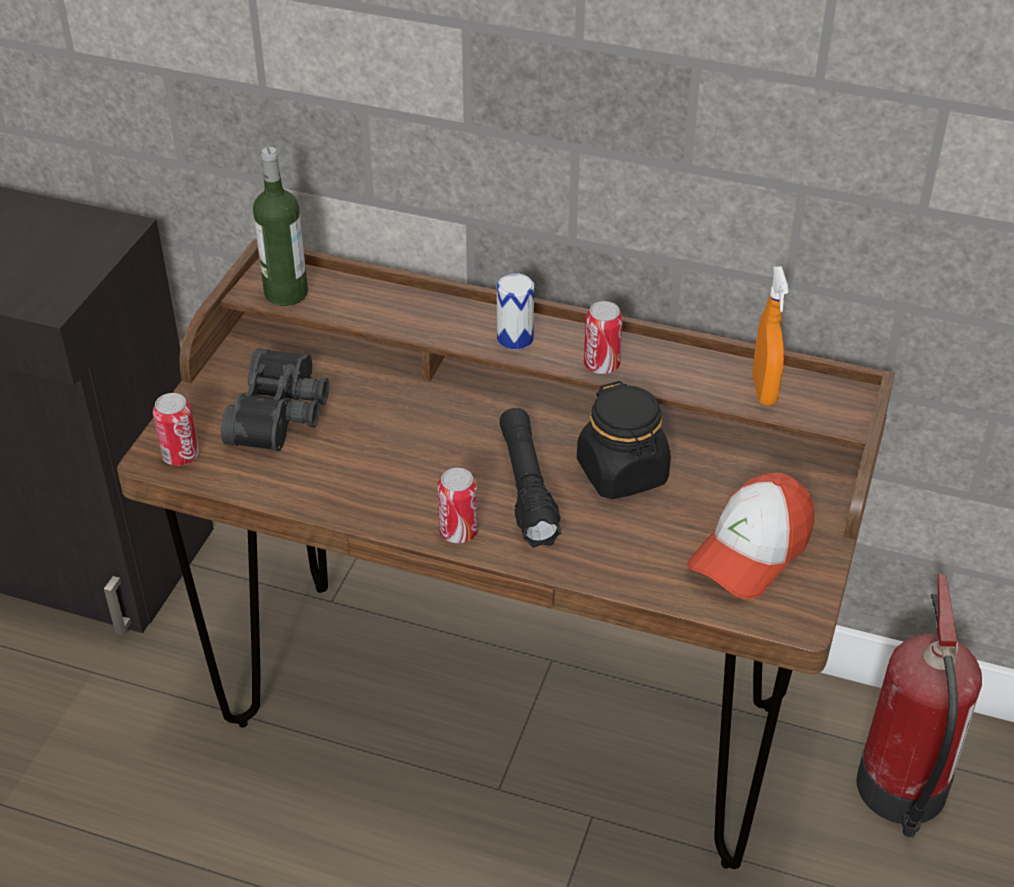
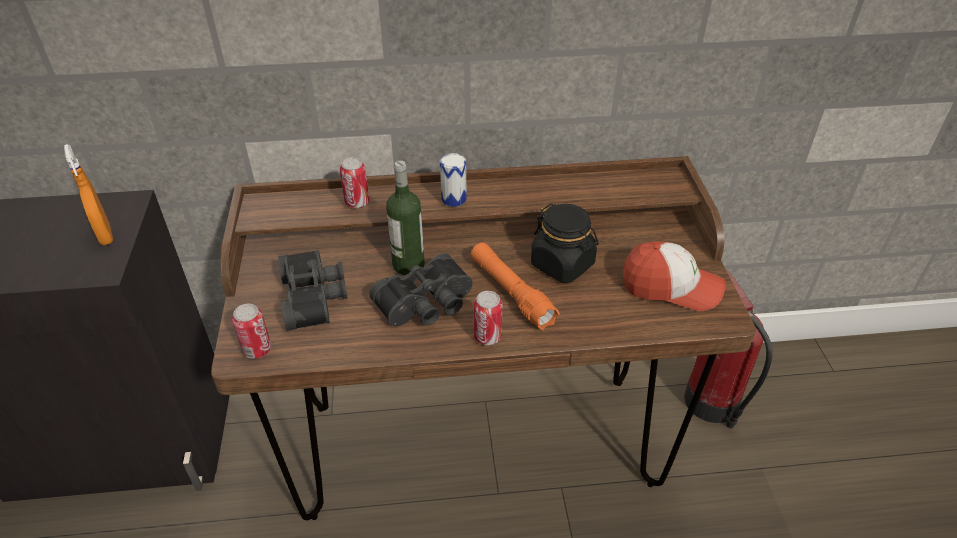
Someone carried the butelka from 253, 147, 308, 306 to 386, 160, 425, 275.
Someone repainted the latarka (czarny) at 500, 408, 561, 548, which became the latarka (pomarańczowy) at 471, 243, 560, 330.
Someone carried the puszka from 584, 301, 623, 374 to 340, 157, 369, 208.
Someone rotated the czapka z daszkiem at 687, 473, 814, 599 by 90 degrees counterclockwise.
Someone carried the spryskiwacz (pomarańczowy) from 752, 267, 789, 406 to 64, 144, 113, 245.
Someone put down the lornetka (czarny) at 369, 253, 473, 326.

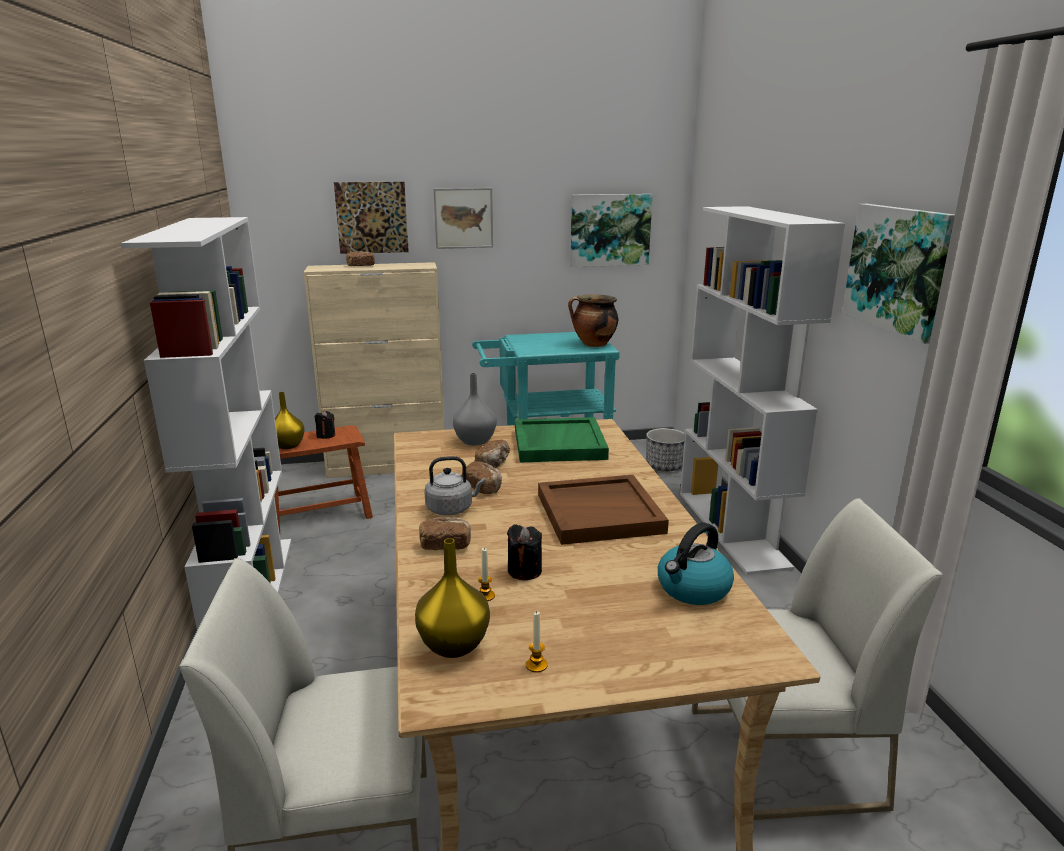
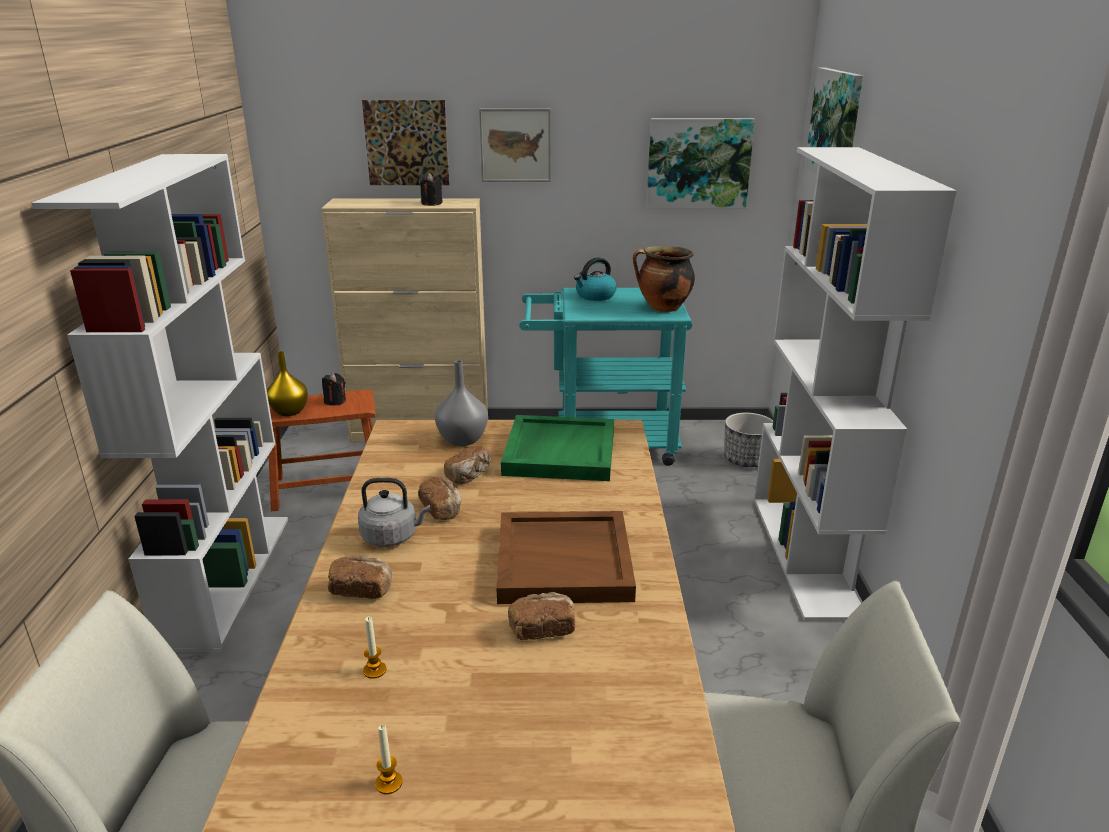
Someone carried the chleb from 346, 251, 375, 266 to 508, 592, 575, 640.
Someone took away the wazon (żółty) at 415, 538, 490, 658.
Someone carried the świeca (czarny) from 507, 524, 542, 580 to 420, 173, 442, 206.
Someone carried the czajnik from 658, 522, 734, 605 to 574, 257, 617, 301.
Someone carried the obraz from 842, 204, 955, 344 to 805, 68, 863, 174.

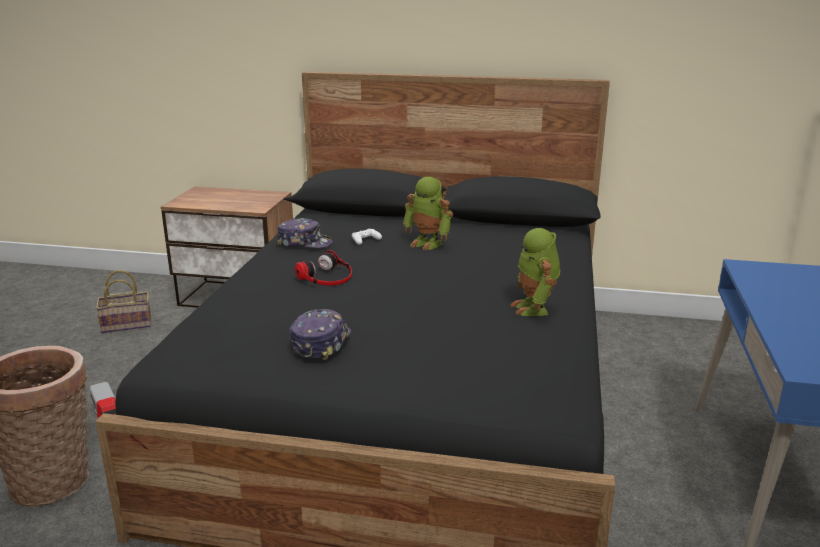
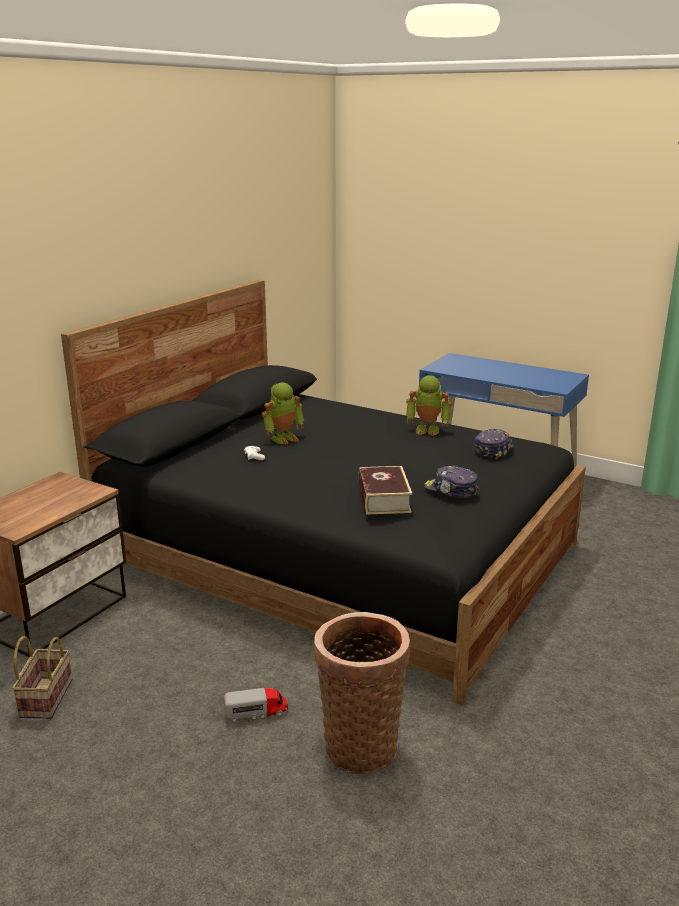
Someone carried the czapka z daszkiem from 277, 218, 333, 248 to 474, 429, 514, 460.
Someone took away the słuchawki at 295, 250, 352, 286.
Someone put down the książka at 358, 466, 412, 515.

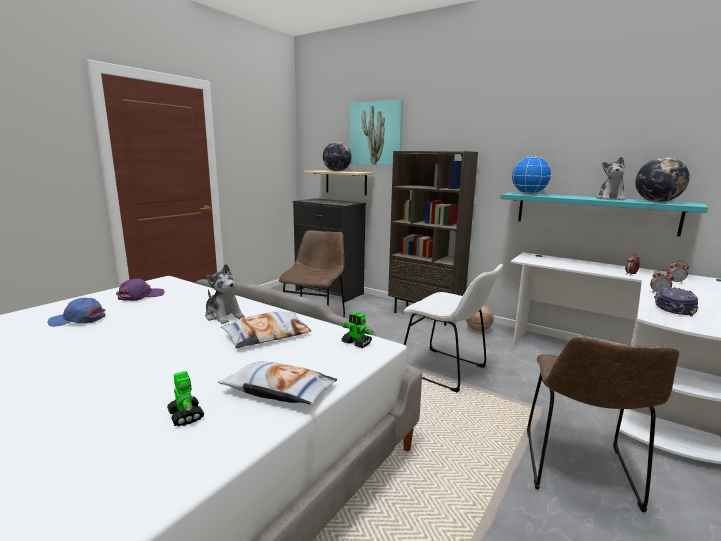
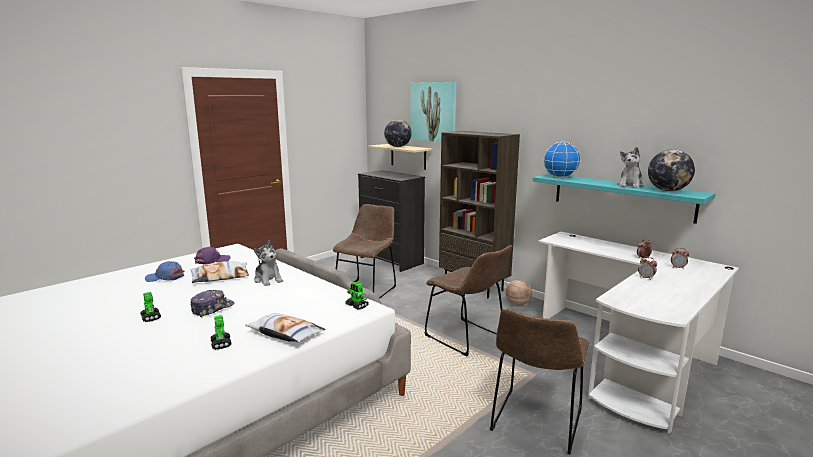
Someone carried the poduszka from 221, 311, 311, 348 to 190, 261, 249, 283.
Someone repainted the krzesło (biały) at 403, 264, 503, 393, which became the krzesło (brązowy) at 425, 245, 513, 357.
Someone carried the czapka z daszkiem from 654, 287, 698, 317 to 191, 290, 234, 317.
Someone put down the robot zabawkowy at 140, 292, 161, 322.

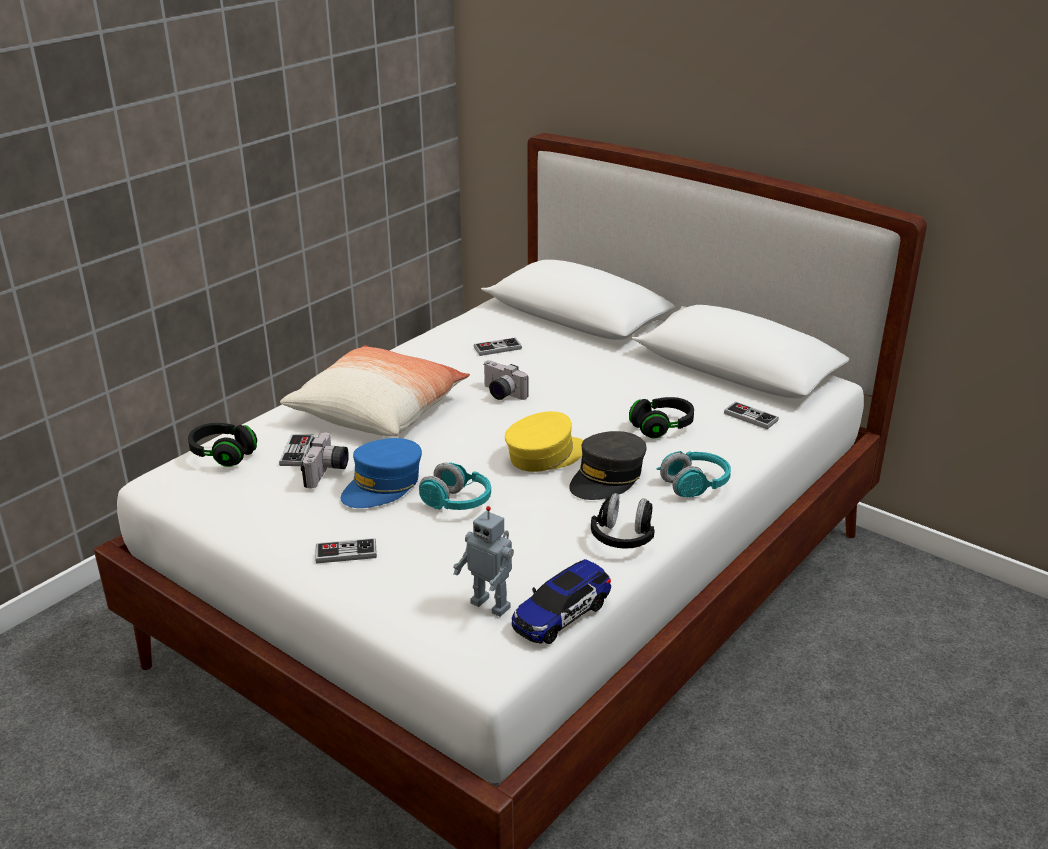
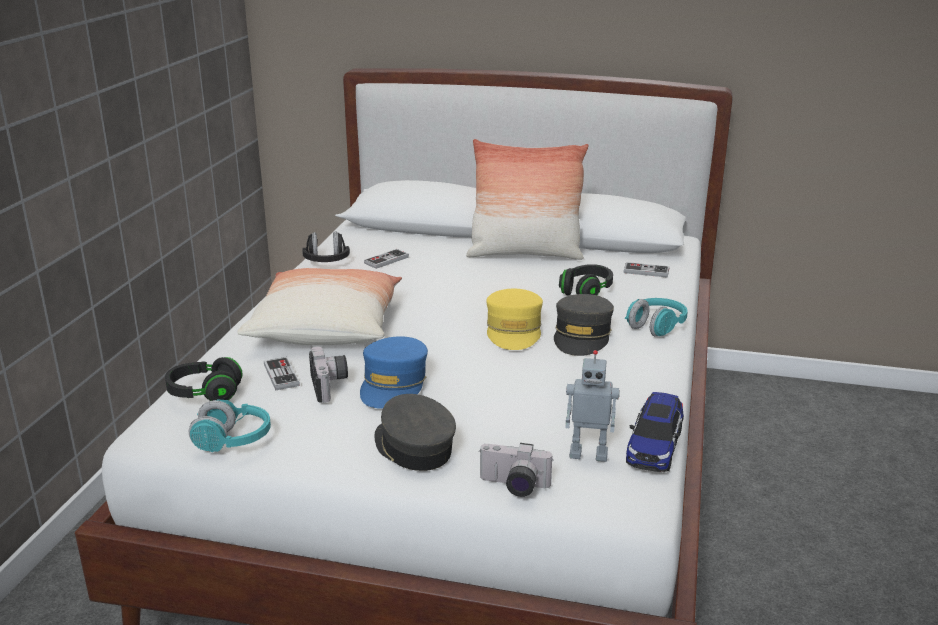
Someone swapped the pad do gier at 316, 538, 377, 564 for the czapka z daszkiem (szary) at 374, 394, 456, 471.
Someone carried the słuchawki (turkusowy) from 419, 463, 491, 510 to 189, 400, 271, 452.
Someone carried the aparat fotograficzny from 483, 360, 528, 400 to 479, 443, 553, 497.
Someone rotated the czapka z daszkiem (żółty) at 505, 411, 584, 472 by 150 degrees clockwise.
Someone carried the słuchawki (czarny) from 591, 493, 655, 549 to 302, 232, 350, 262.
Someone put down the poduszka at 466, 139, 589, 260.

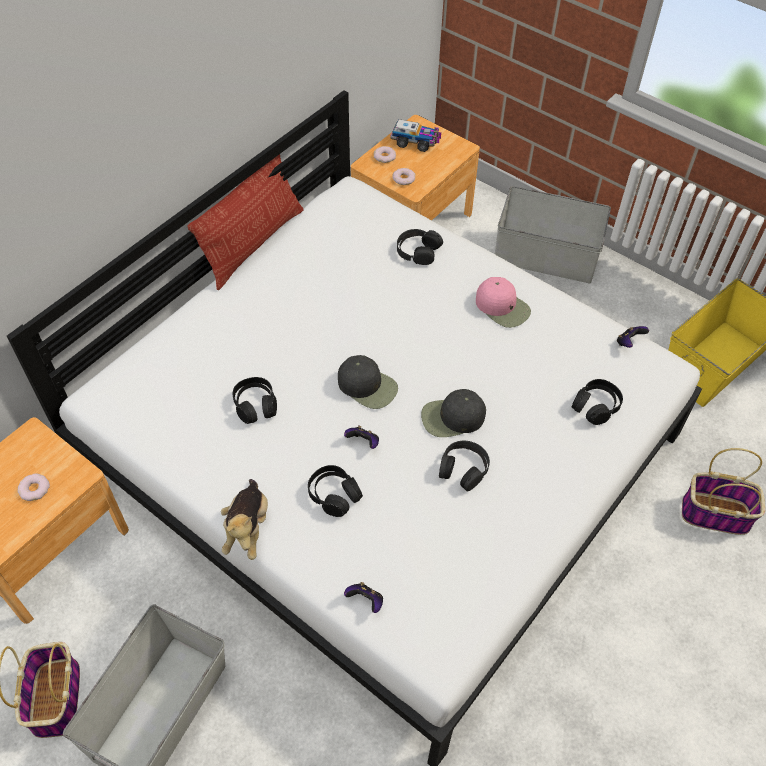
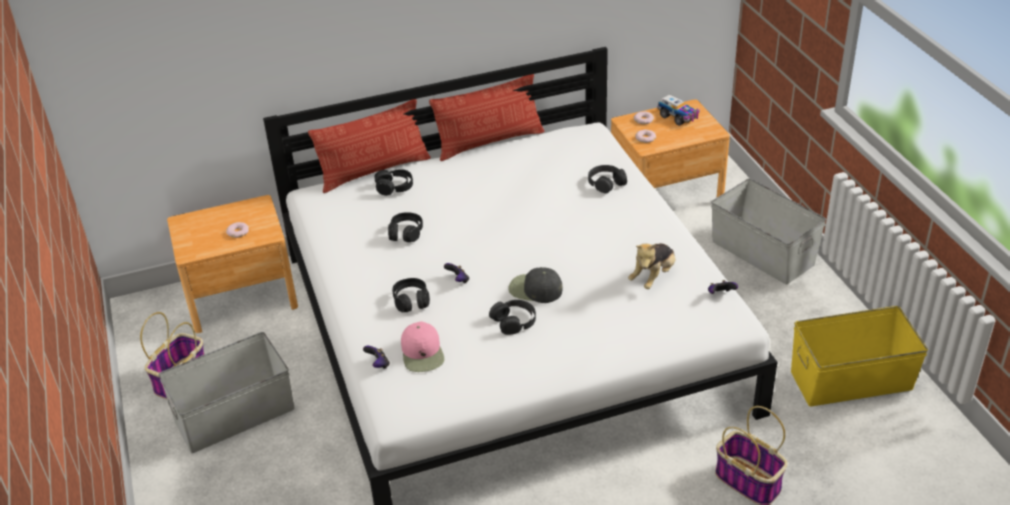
Someone carried the pluszak from 221, 479, 268, 560 to 628, 243, 675, 289.
Someone took away the czapka z daszkiem (czarny) at 338, 355, 398, 409.
Someone carried the czapka z daszkiem (różowy) from 476, 277, 531, 328 to 401, 321, 444, 372.
Someone carried the słuchawki (czarny) from 572, 379, 623, 425 to 374, 169, 413, 196.
Someone put down the poduszka at 308, 99, 431, 193.

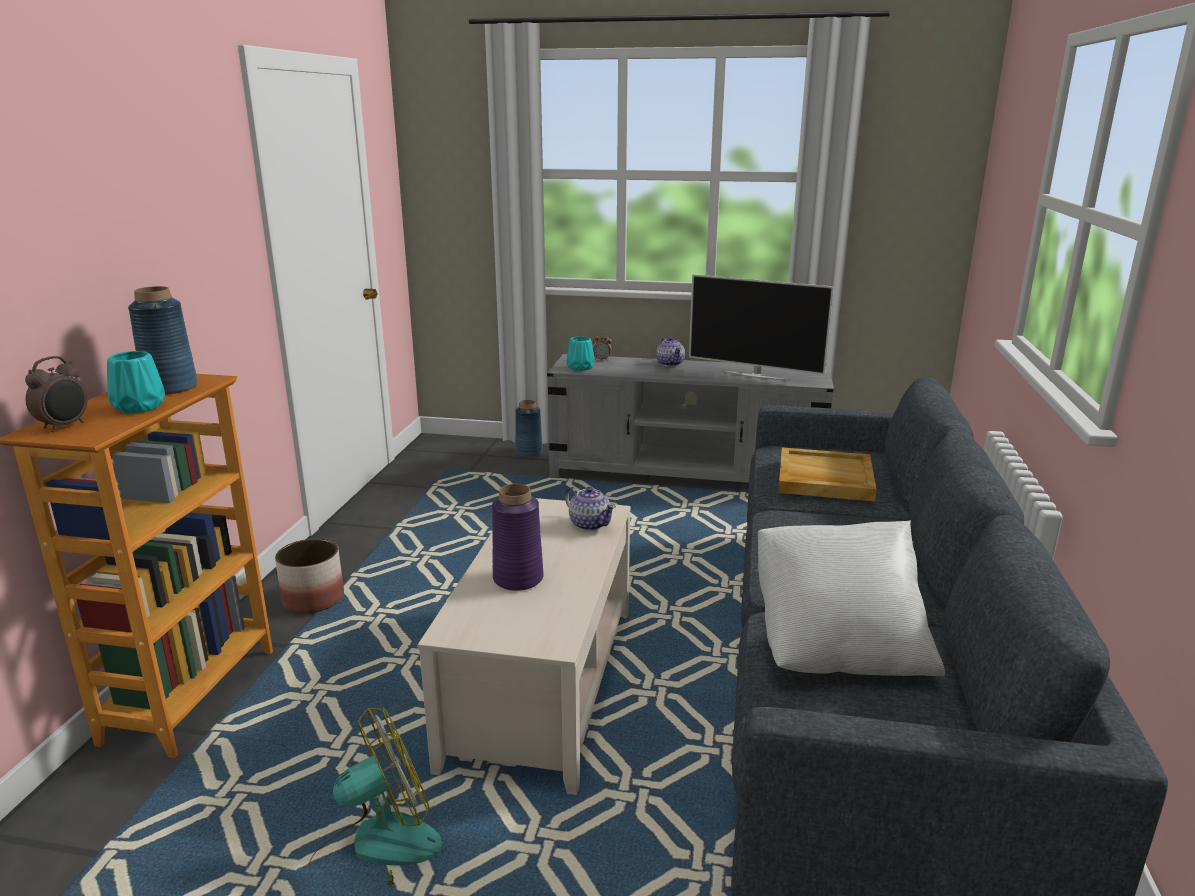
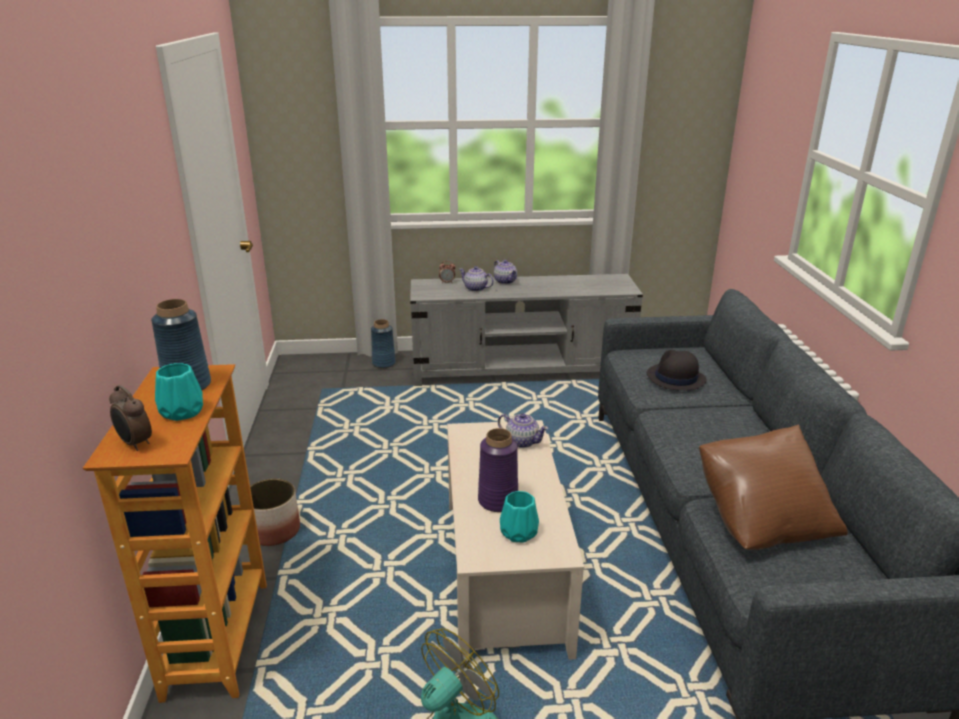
Someone rotated the budzik at 25, 356, 88, 432 by 120 degrees clockwise.
Someone carried the wazon (turkusowy) from 566, 336, 595, 371 to 500, 491, 539, 542.
Someone took away the telewizor at 689, 274, 834, 381.
Someone repainted the poduszka (biały) at 758, 521, 945, 676, which became the poduszka (brązowy) at 699, 424, 848, 550.
Someone swapped the taca (beżowy) at 778, 447, 877, 502 for the kapelusz (czarny) at 647, 350, 706, 391.
Someone put down the imbryk at 459, 266, 494, 292.

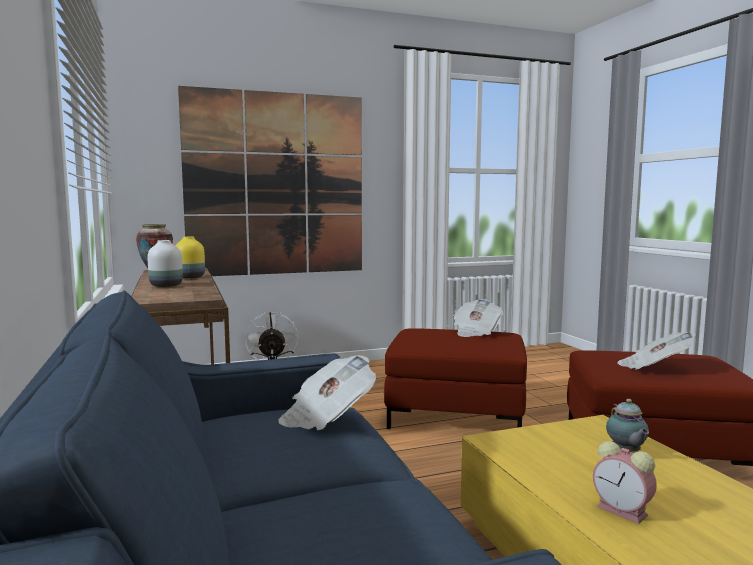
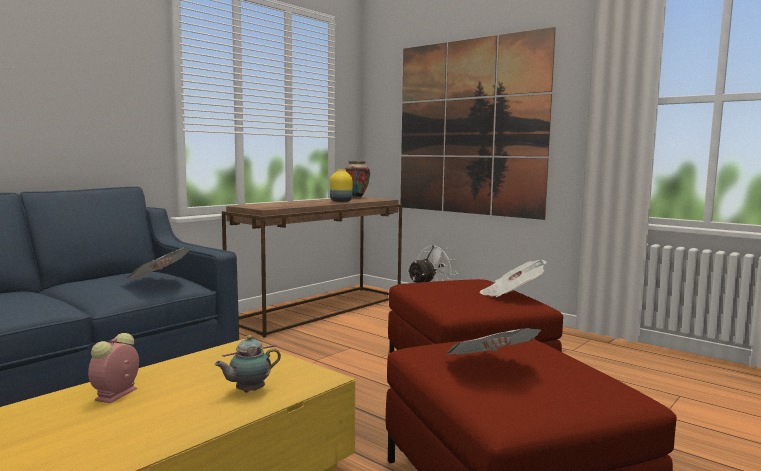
Someone took away the wazon (biały) at 147, 240, 183, 287.

